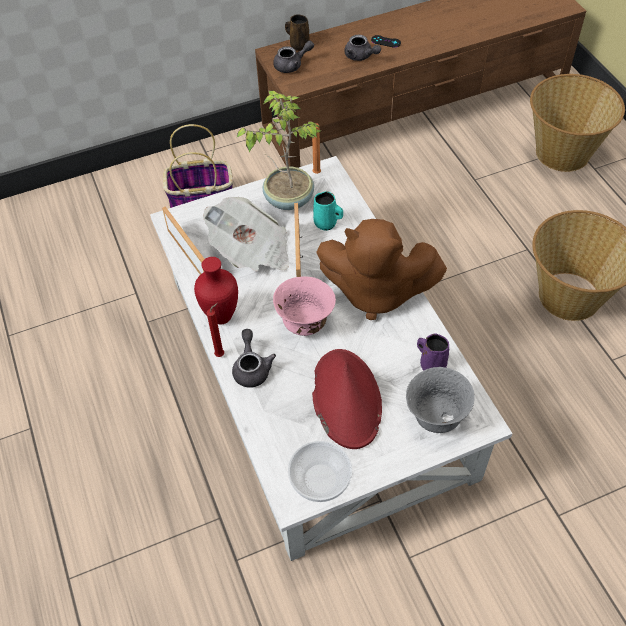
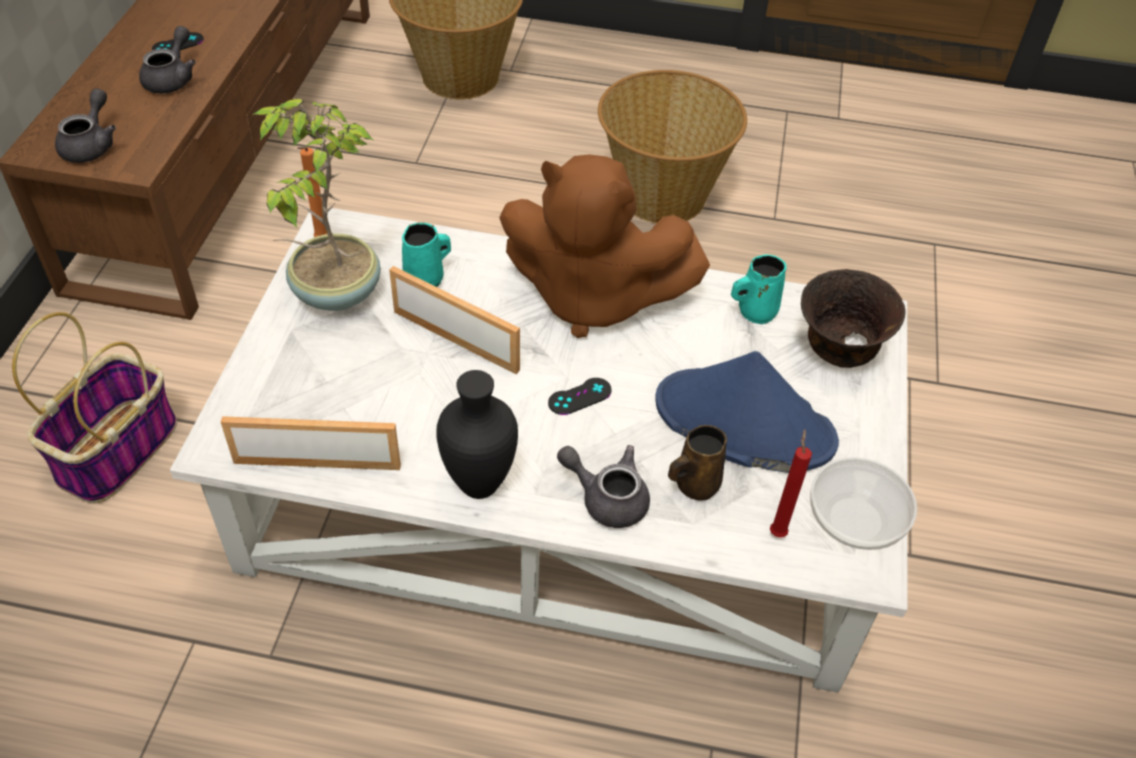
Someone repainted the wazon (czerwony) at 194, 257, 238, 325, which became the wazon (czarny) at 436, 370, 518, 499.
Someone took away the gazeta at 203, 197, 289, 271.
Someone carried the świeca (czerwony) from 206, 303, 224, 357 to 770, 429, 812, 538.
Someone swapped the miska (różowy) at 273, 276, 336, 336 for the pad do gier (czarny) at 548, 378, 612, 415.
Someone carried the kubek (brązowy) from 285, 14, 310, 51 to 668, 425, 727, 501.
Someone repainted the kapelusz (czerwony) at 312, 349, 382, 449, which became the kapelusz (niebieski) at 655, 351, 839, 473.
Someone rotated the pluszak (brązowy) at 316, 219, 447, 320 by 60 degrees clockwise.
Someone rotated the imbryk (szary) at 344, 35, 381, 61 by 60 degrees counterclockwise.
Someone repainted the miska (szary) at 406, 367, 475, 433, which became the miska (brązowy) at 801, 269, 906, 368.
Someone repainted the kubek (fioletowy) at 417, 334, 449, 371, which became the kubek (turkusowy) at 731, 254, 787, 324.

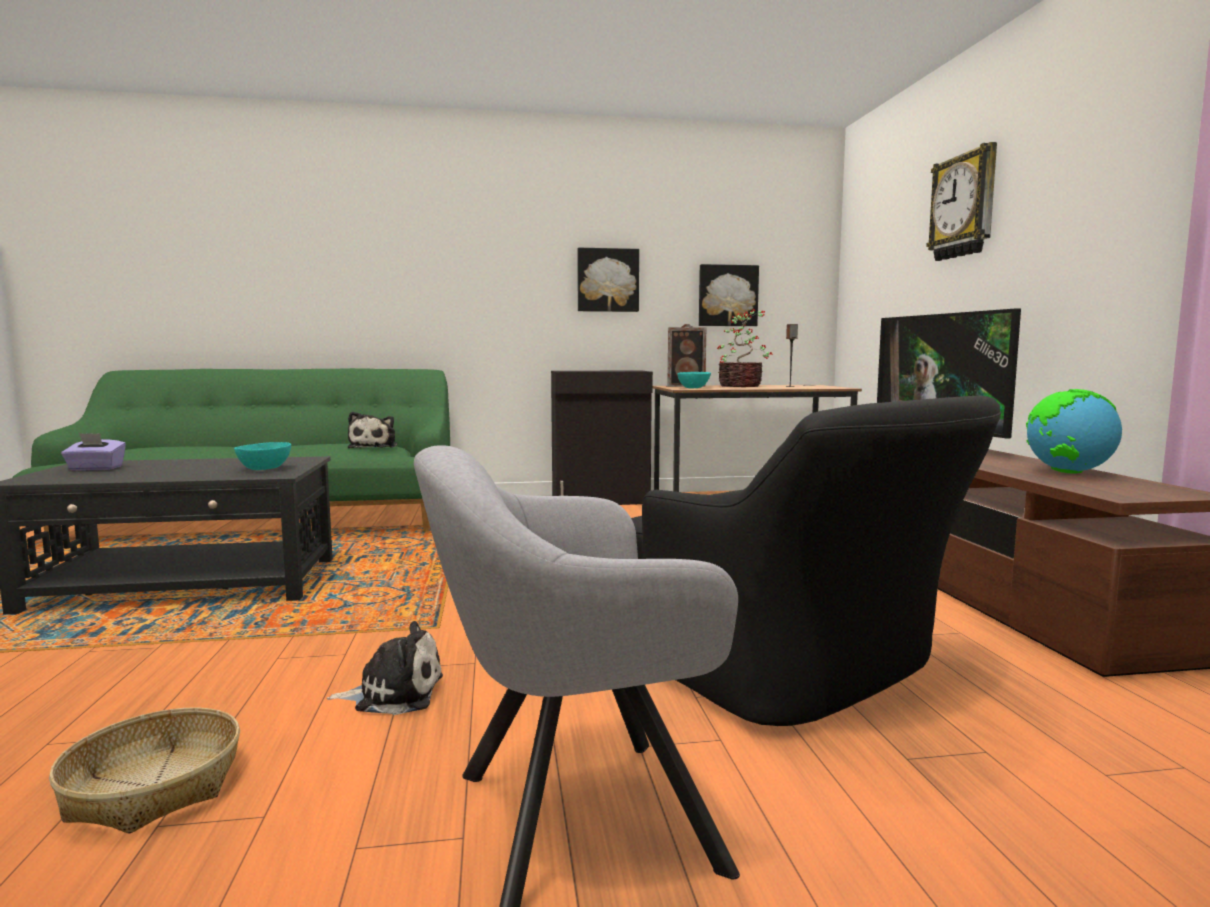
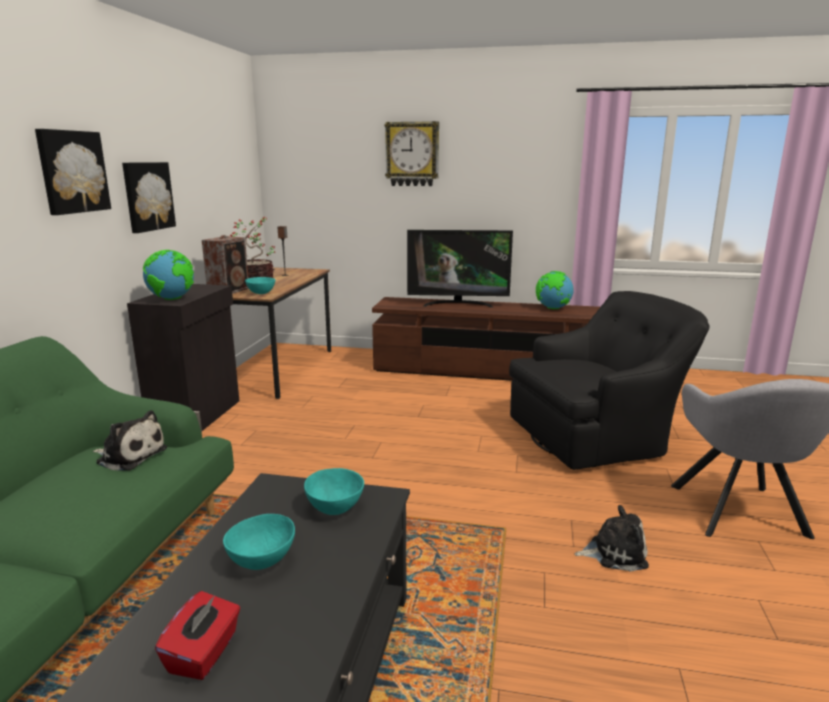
Someone took away the koszyk at 49, 707, 240, 834.
Someone repainted the pudełko chusteczek (fioletowy) at 61, 433, 126, 471, which became the pudełko chusteczek (czerwony) at 155, 591, 240, 680.
Someone rotated the pluszak at 327, 621, 443, 715 by 75 degrees clockwise.
Someone carried the obraz from 699, 264, 759, 326 to 35, 129, 111, 215.
Someone put down the globus at 143, 250, 194, 300.
Someone put down the miska (turkusowy) at 223, 514, 295, 570.

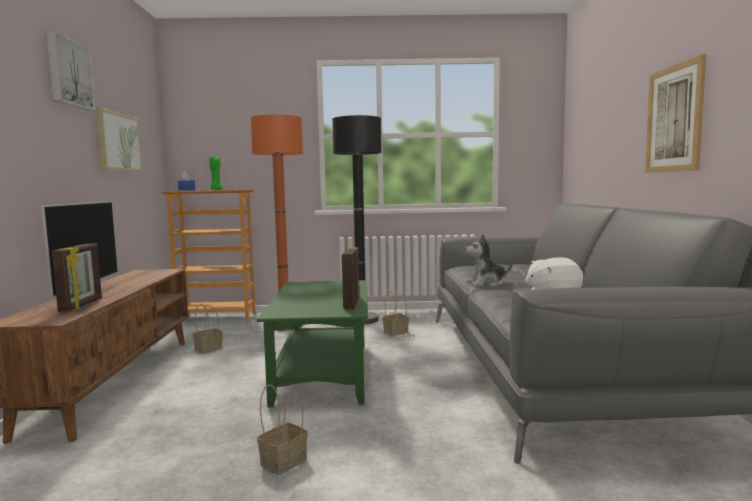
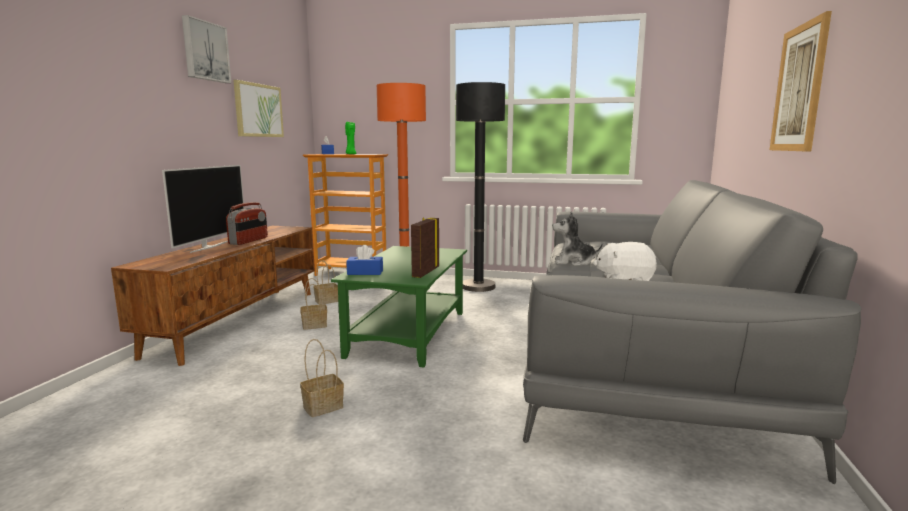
Someone took away the ramka na zdjęcie at 52, 243, 102, 312.
Someone carried the koszyk from 383, 291, 409, 336 to 300, 278, 327, 330.
Someone put down the radio at 226, 202, 268, 245.
Someone put down the pudełko chusteczek (niebieski) at 346, 245, 383, 275.

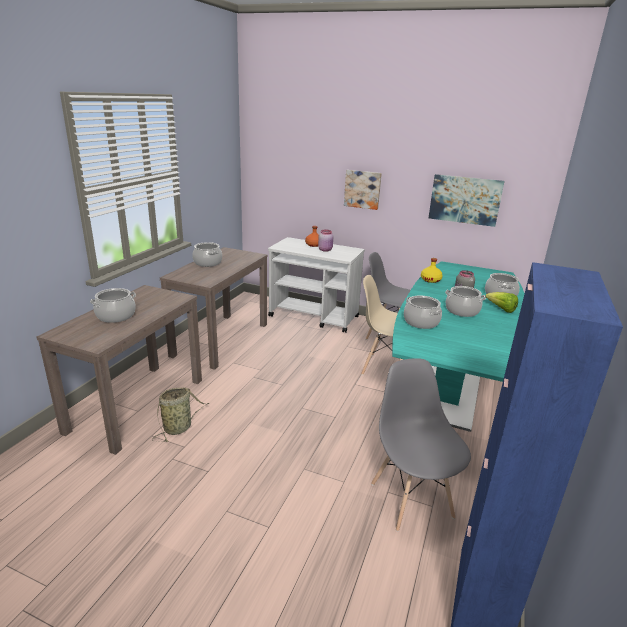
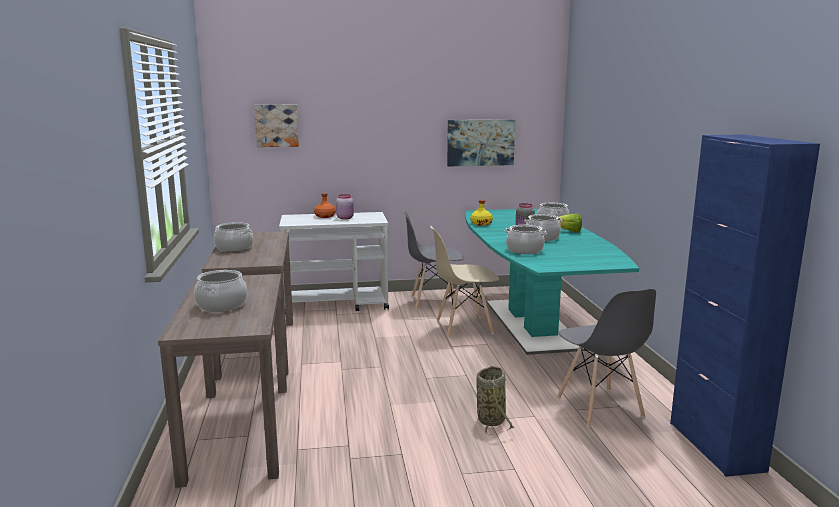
Someone carried the koszyk from 152, 387, 210, 442 to 476, 366, 514, 435.
Someone carried the obraz from 344, 170, 382, 210 to 254, 105, 299, 147.
Someone rotated the krzesło (szary) at 371, 358, 471, 532 by 150 degrees counterclockwise.

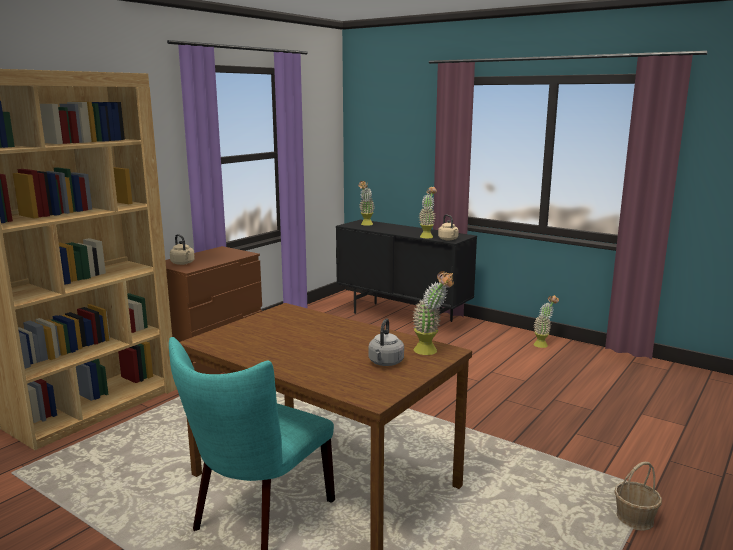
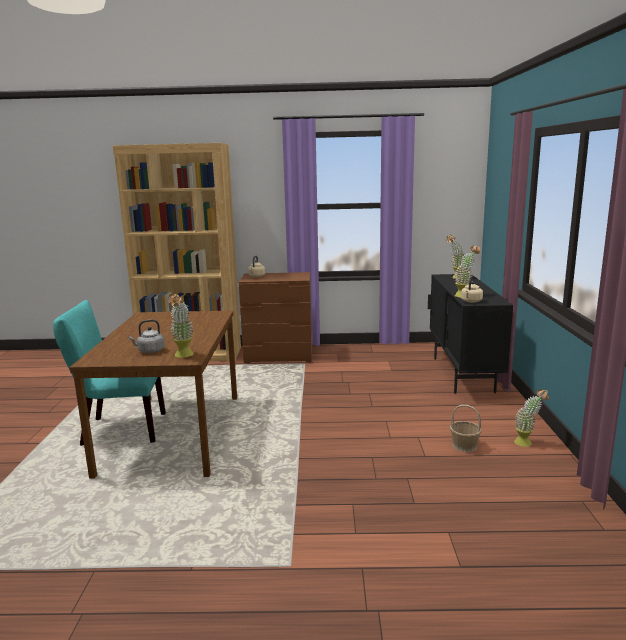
Someone carried the koszyk from 614, 462, 662, 531 to 450, 405, 482, 452.

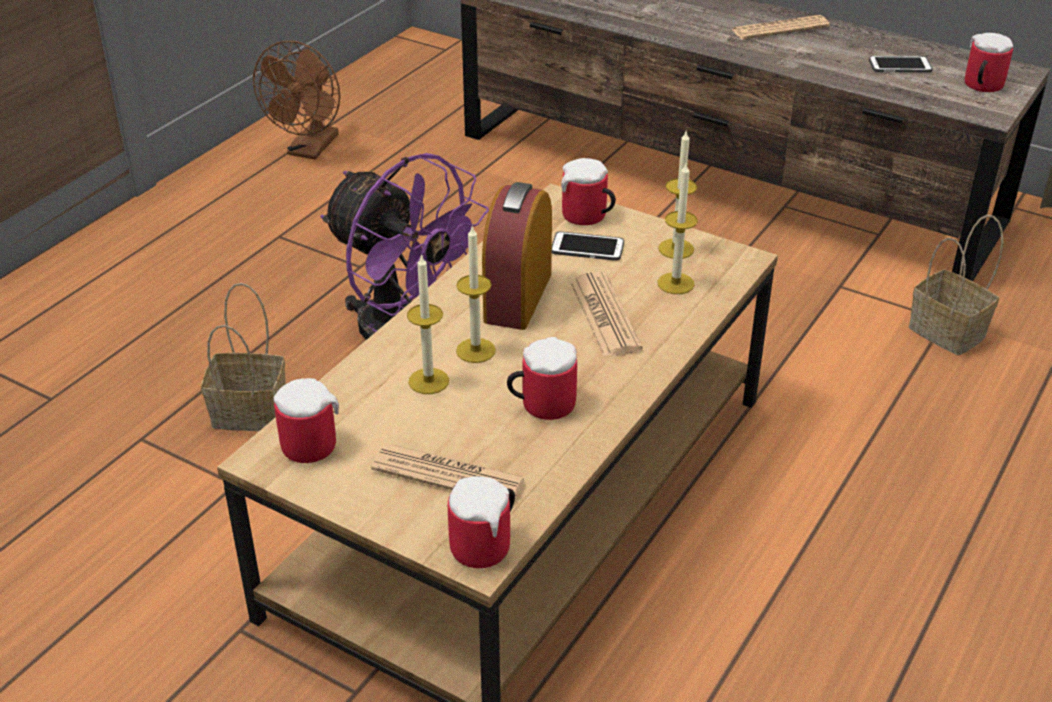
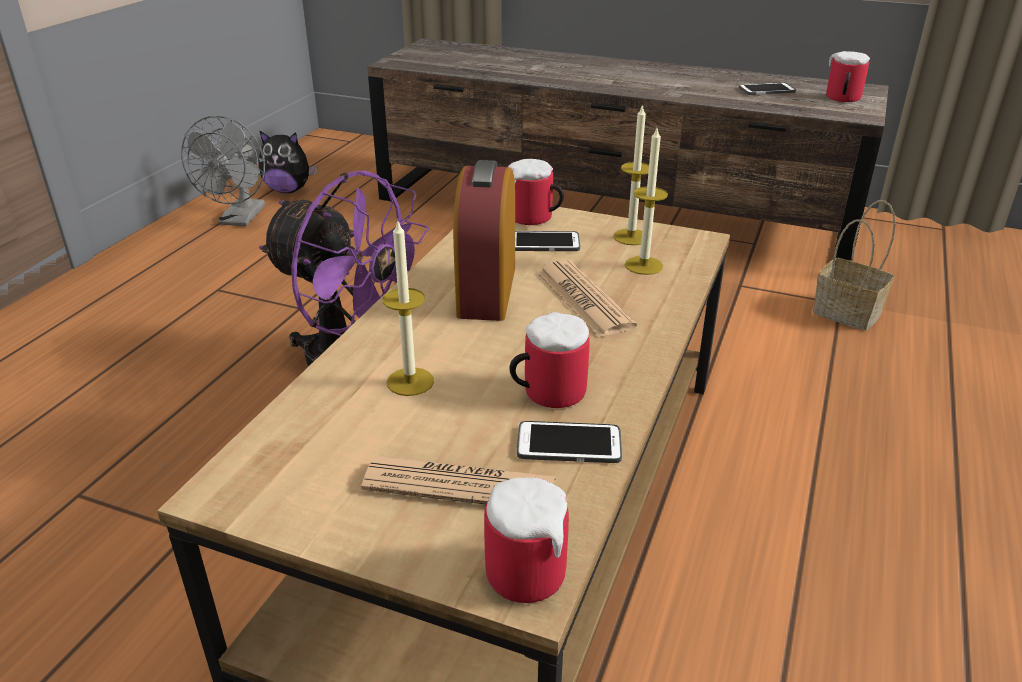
Someone took away the koszyk at 201, 283, 286, 431.
Someone repainted the wentylator (brązowy) at 253, 41, 340, 159, which became the wentylator (szary) at 181, 115, 265, 226.
Someone took away the kubek at 273, 378, 339, 463.
Someone took away the świeca at 456, 226, 496, 363.
Someone took away the gazeta at 732, 15, 830, 40.
Someone put down the pluszak at 259, 130, 317, 193.
Someone put down the telefon at 517, 421, 622, 463.

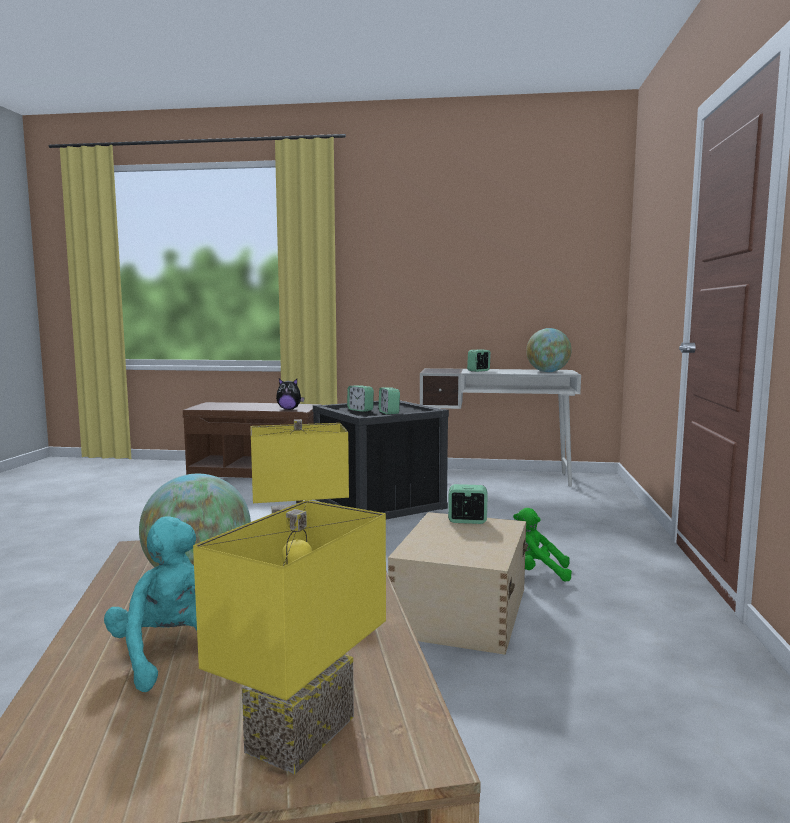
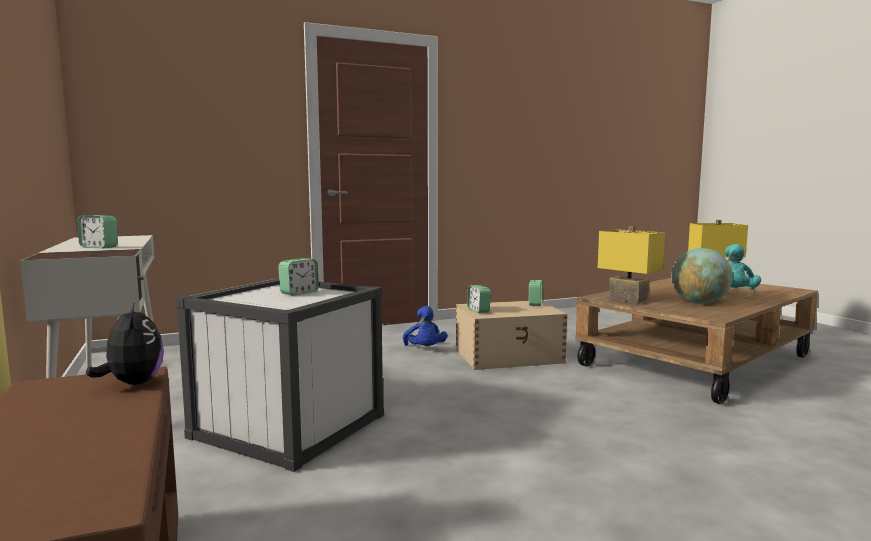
Someone repainted the pojemnik do przechowywania (czarny) at 313, 400, 449, 519, which became the pojemnik do przechowywania (biały) at 175, 278, 384, 472.
Someone carried the budzik from 347, 385, 374, 412 to 529, 280, 543, 306.
Someone repainted the pluszak (zielony) at 513, 508, 572, 582, which became the pluszak (niebieski) at 403, 306, 447, 346.
Someone took away the globus at 526, 328, 572, 372.

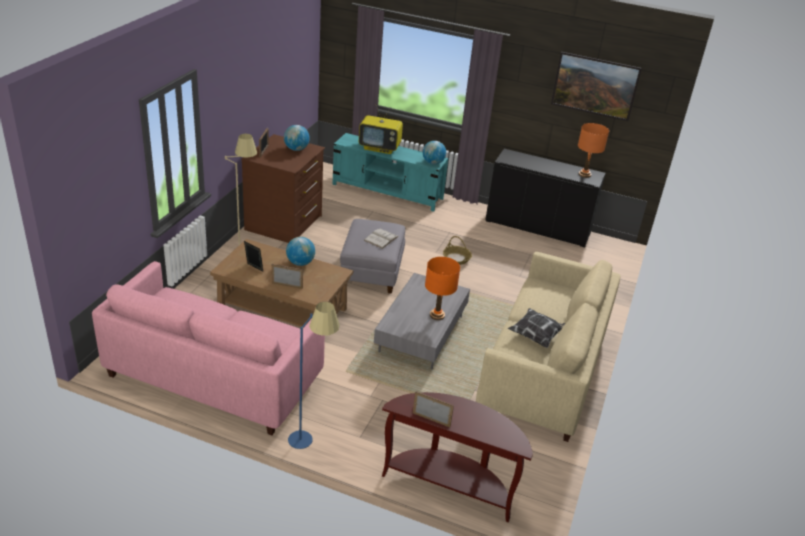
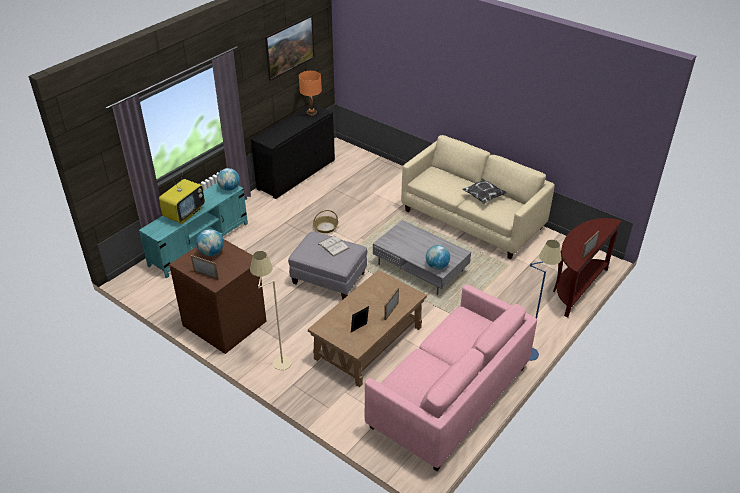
Someone carried the globus from 286, 237, 315, 266 to 426, 245, 450, 269.
Someone took away the lampa stołowa (pomarańczowy) at 425, 257, 460, 320.

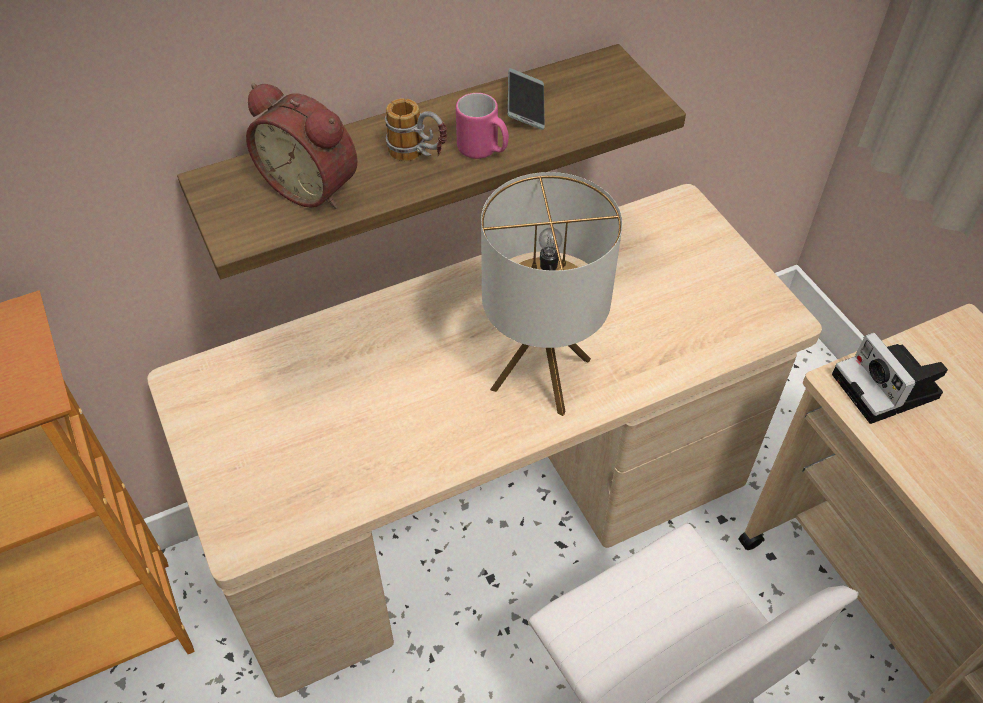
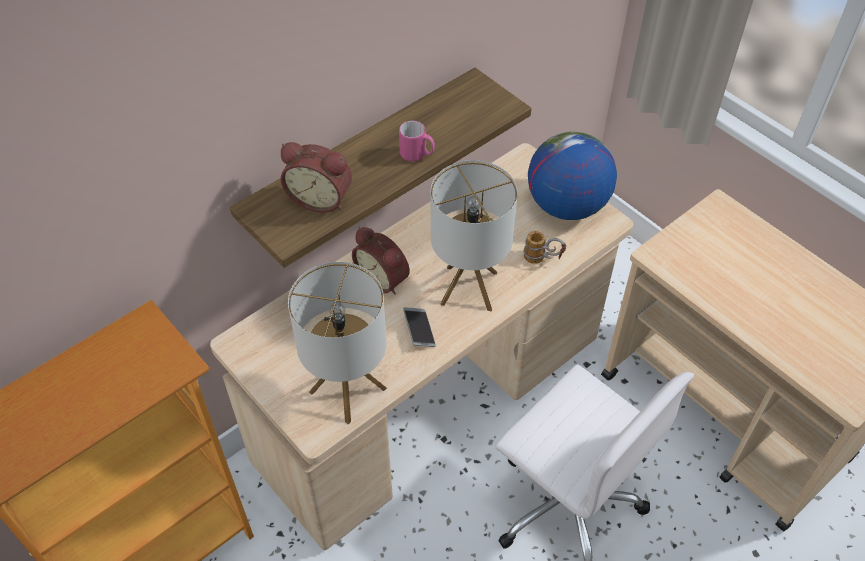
Someone carried the kubek from 385, 98, 447, 161 to 523, 231, 566, 264.
Someone carried the telefon from 508, 68, 545, 130 to 403, 307, 436, 347.
Someone took away the aparat fotograficzny at 832, 333, 948, 424.
Someone put down the lampa stołowa at 288, 262, 387, 424.
Someone put down the budzik at 352, 227, 410, 295.
Someone put down the globus at 528, 132, 617, 220.

